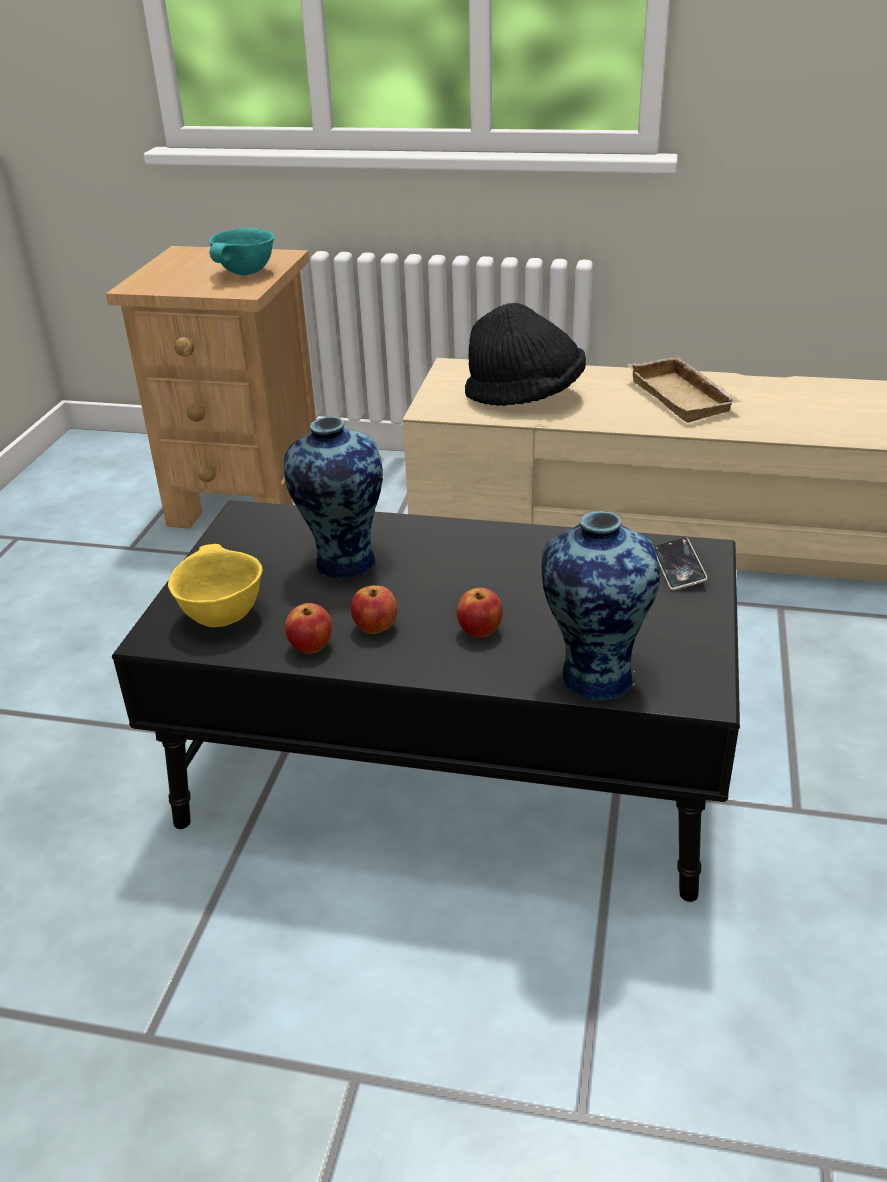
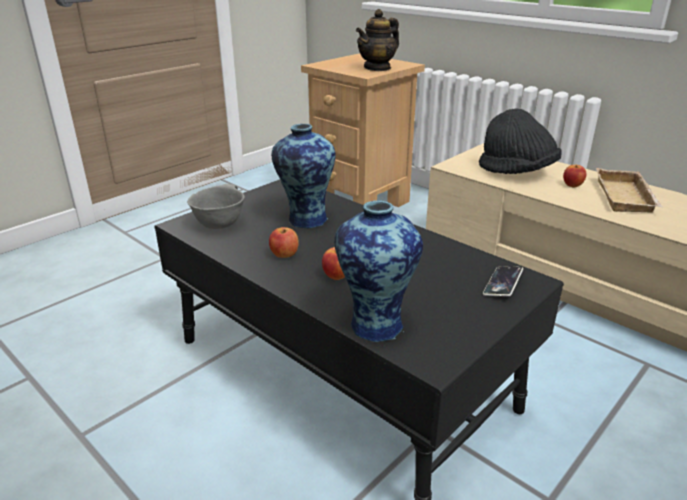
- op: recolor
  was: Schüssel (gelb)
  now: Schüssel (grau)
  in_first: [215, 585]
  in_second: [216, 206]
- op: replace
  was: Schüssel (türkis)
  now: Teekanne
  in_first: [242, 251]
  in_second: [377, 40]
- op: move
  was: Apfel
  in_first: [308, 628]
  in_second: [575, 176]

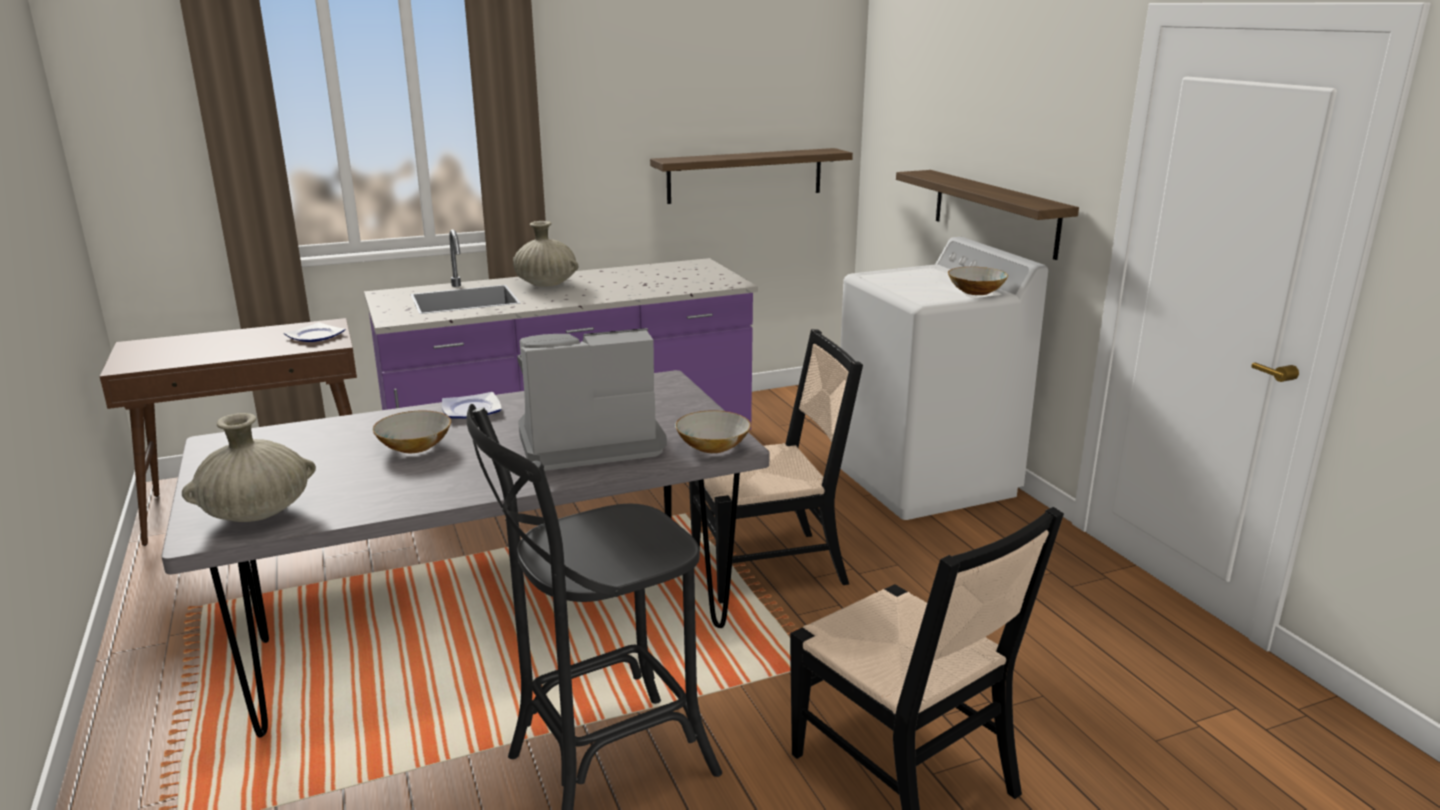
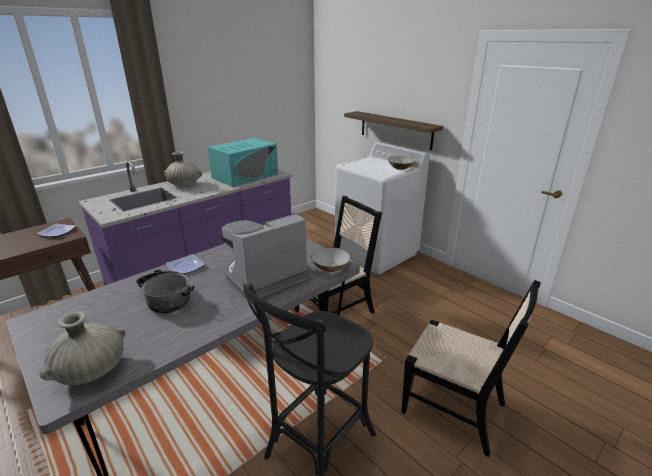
- op: replace
  was: Schüssel
  now: Kochtopf
  in_first: [411, 431]
  in_second: [165, 291]
- op: delete
  was: Wandregal
  in_first: [751, 176]
- op: insert
  now: Mikrowelle (türkis)
  in_second: [242, 162]

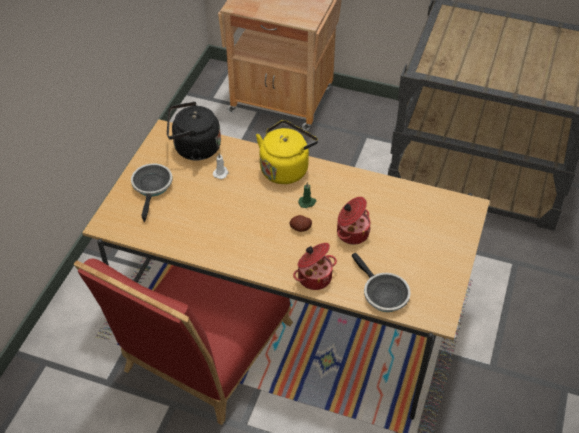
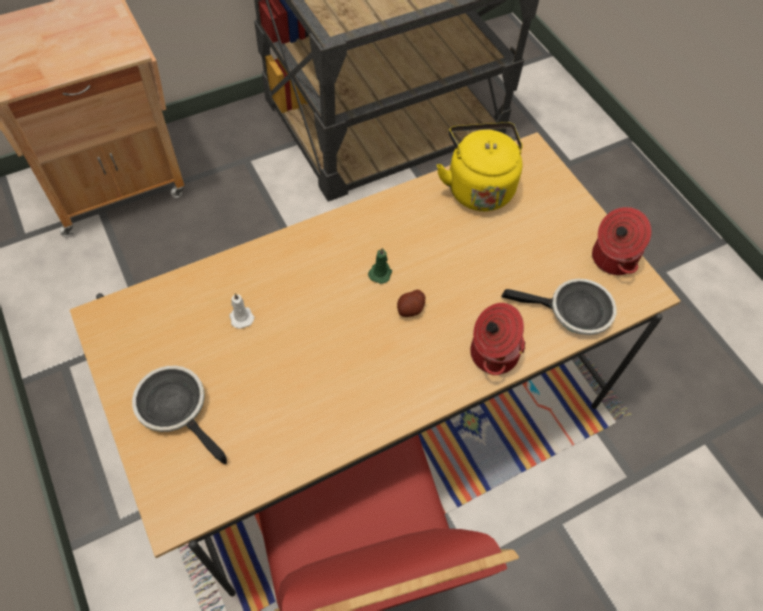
- op: delete
  was: Wasserkessel (schwarz)
  in_first: [194, 131]
- op: move
  was: Wasserkessel (gelb)
  in_first: [287, 152]
  in_second: [480, 166]
- op: move
  was: Kochtopf
  in_first: [354, 220]
  in_second: [622, 241]

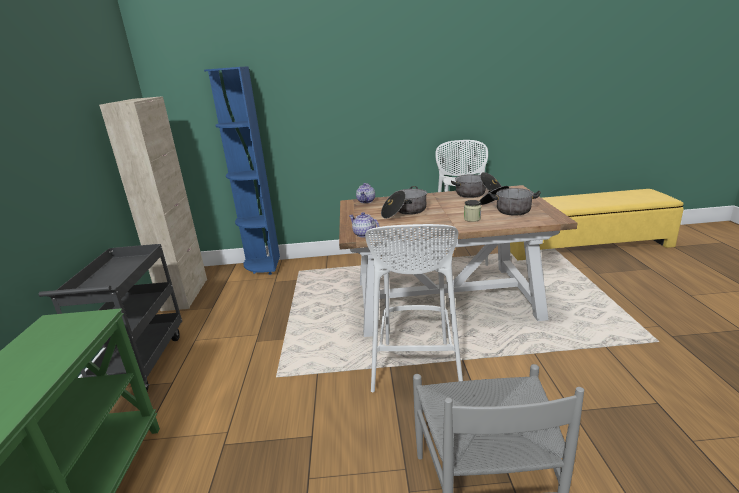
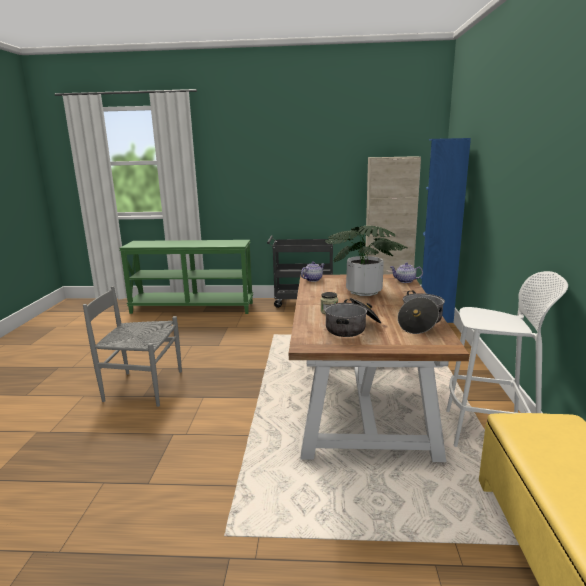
- op: delete
  was: Hocker (weiß)
  in_first: [414, 308]
- op: replace
  was: Kochtopf
  now: Topfpflanze
  in_first: [404, 202]
  in_second: [366, 261]

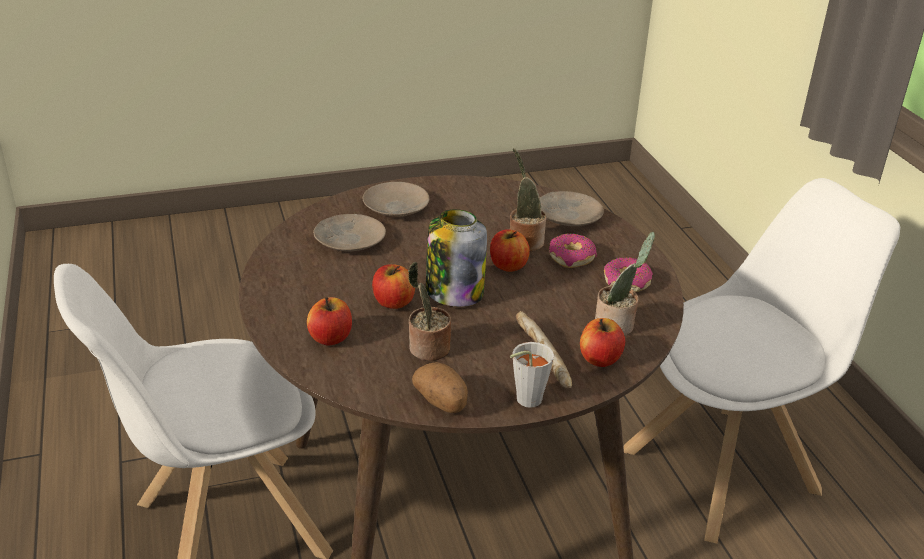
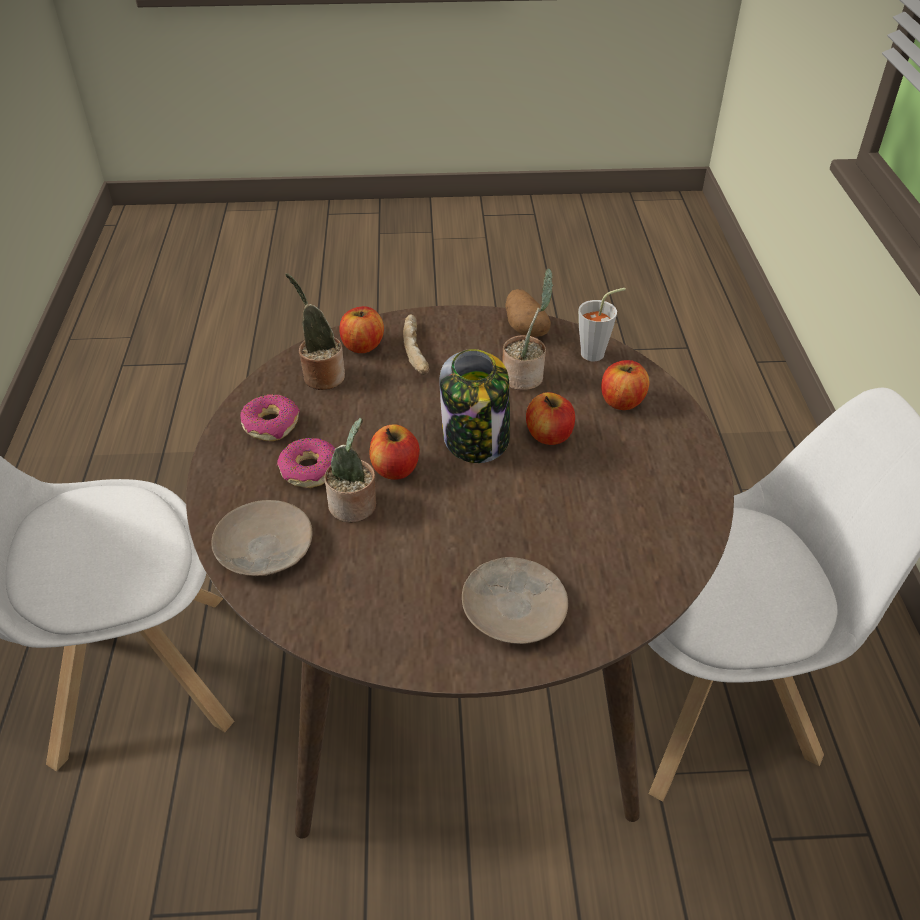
- op: delete
  was: Teller (beige)
  in_first: [349, 233]
- op: move
  was: Tasse (grau)
  in_first: [532, 375]
  in_second: [602, 324]

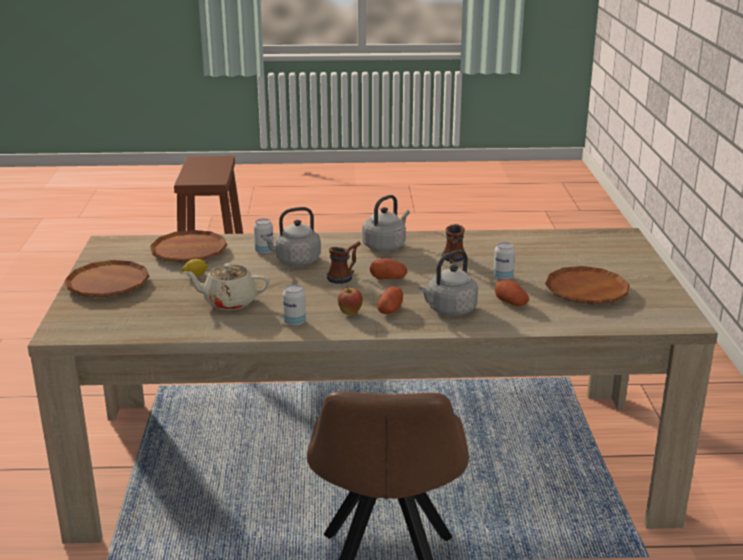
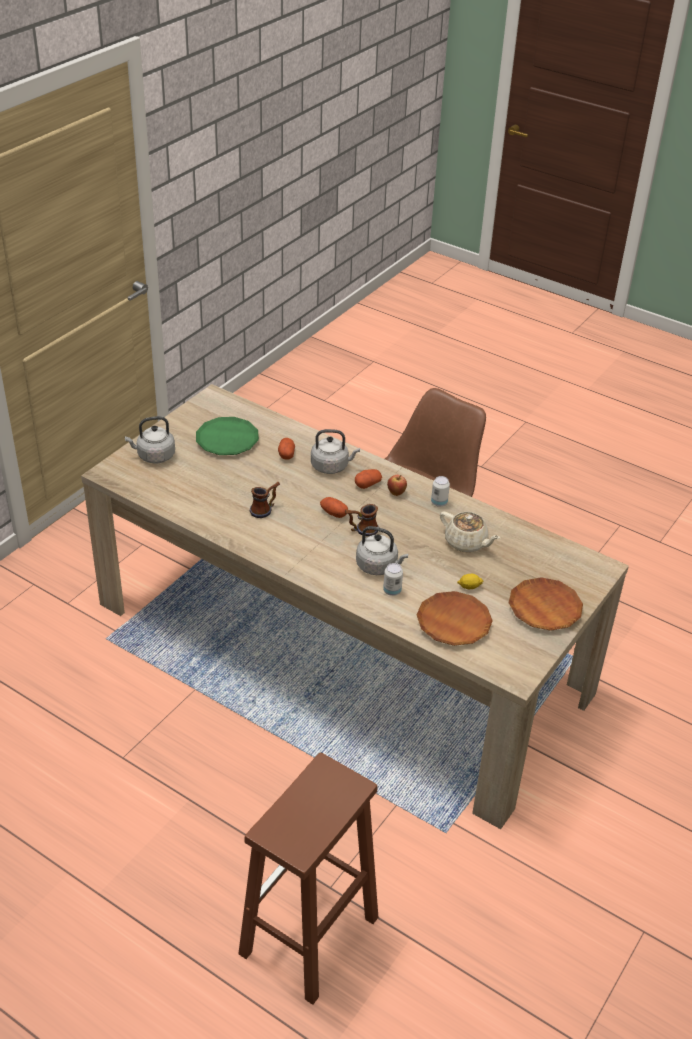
- op: move
  was: Wasserkessel (grau)
  in_first: [386, 223]
  in_second: [150, 439]
- op: delete
  was: Dose
  in_first: [504, 261]
- op: recolor
  was: Teller (braun)
  now: Teller (grün)
  in_first: [587, 285]
  in_second: [227, 436]

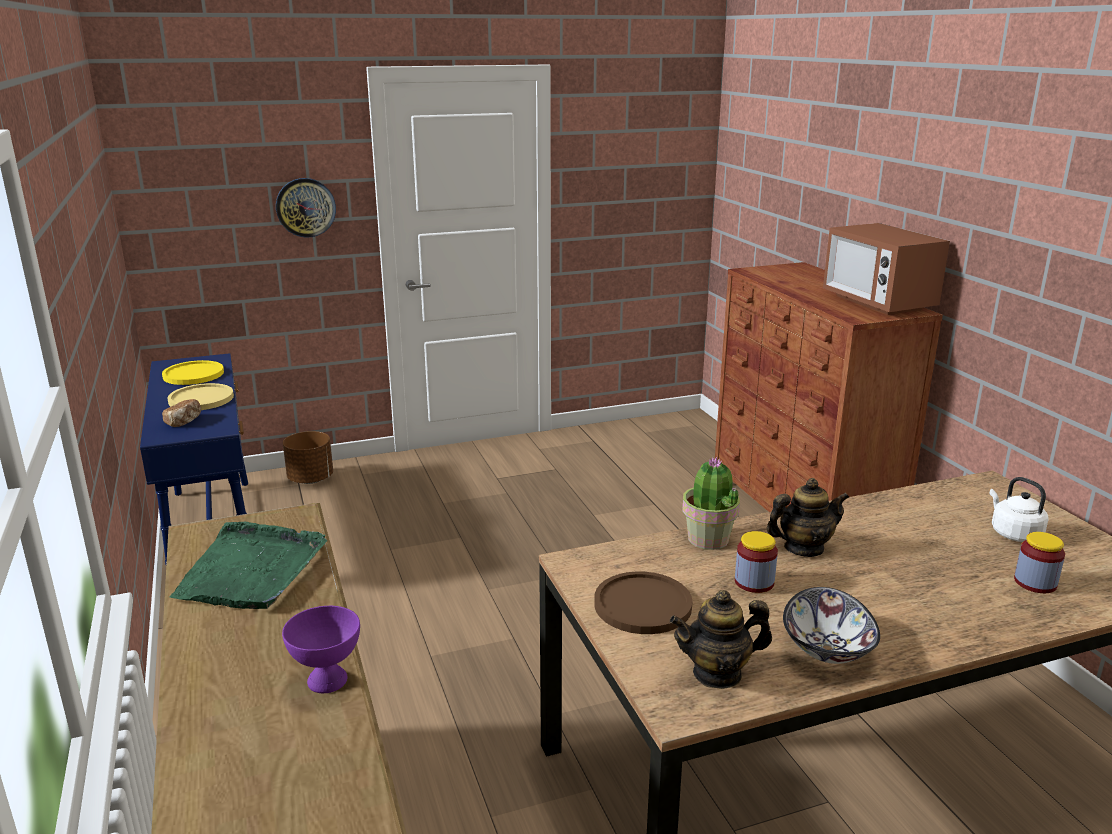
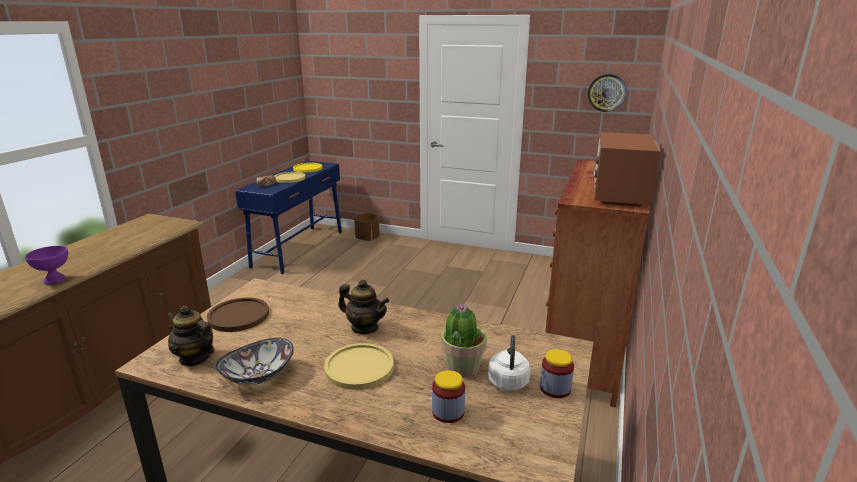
- op: delete
  was: Tablett (grün)
  in_first: [248, 565]
- op: move
  was: Wanduhr
  in_first: [306, 208]
  in_second: [607, 93]
- op: move
  was: Topfpflanze
  in_first: [711, 503]
  in_second: [464, 340]
- op: move
  was: Vorratsglas
  in_first: [756, 562]
  in_second: [557, 373]
- op: insert
  now: Teller (gelb)
  in_second: [359, 366]

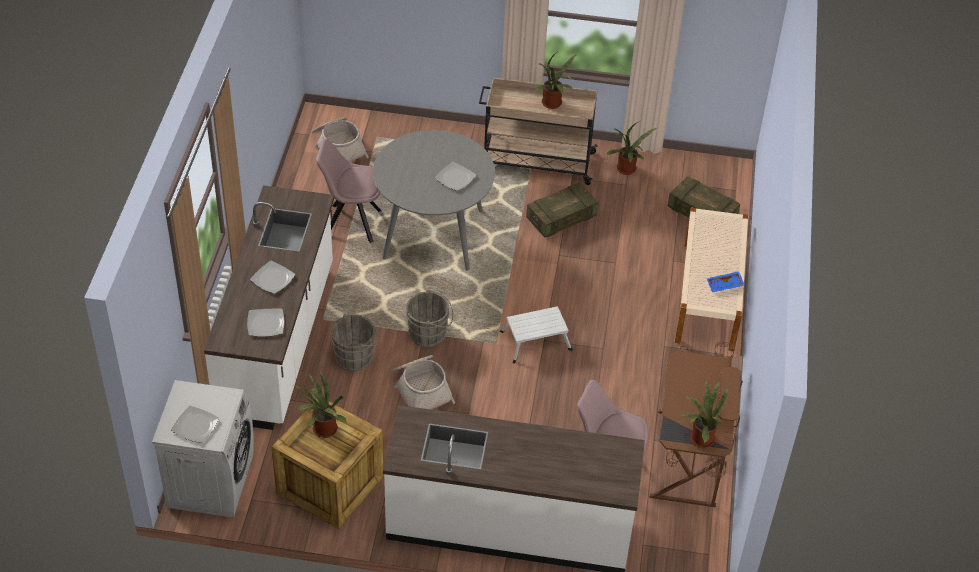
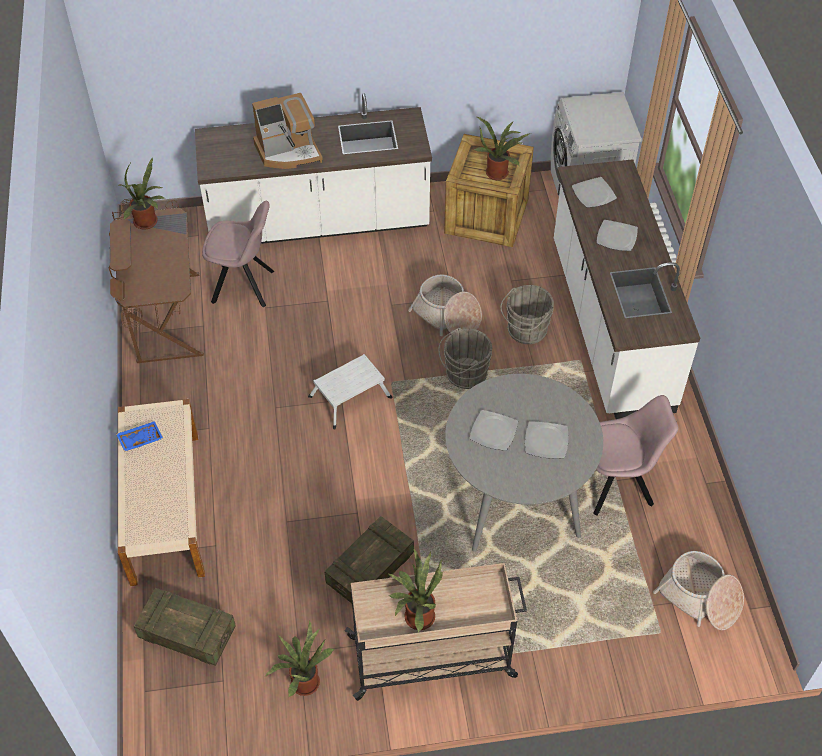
- op: move
  was: Teller
  in_first: [195, 424]
  in_second: [546, 440]
- op: insert
  now: Kaffeemaschine
  in_second: [287, 131]

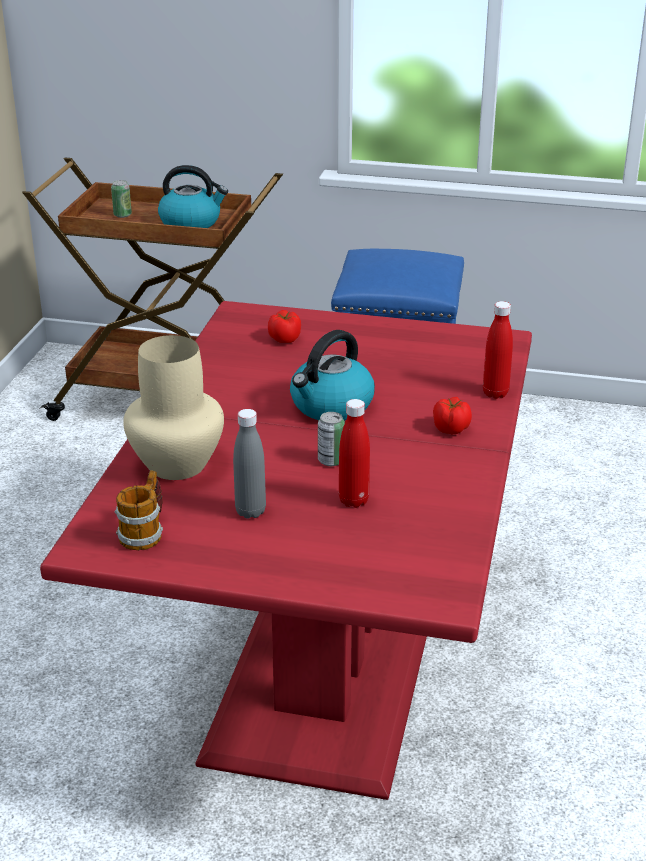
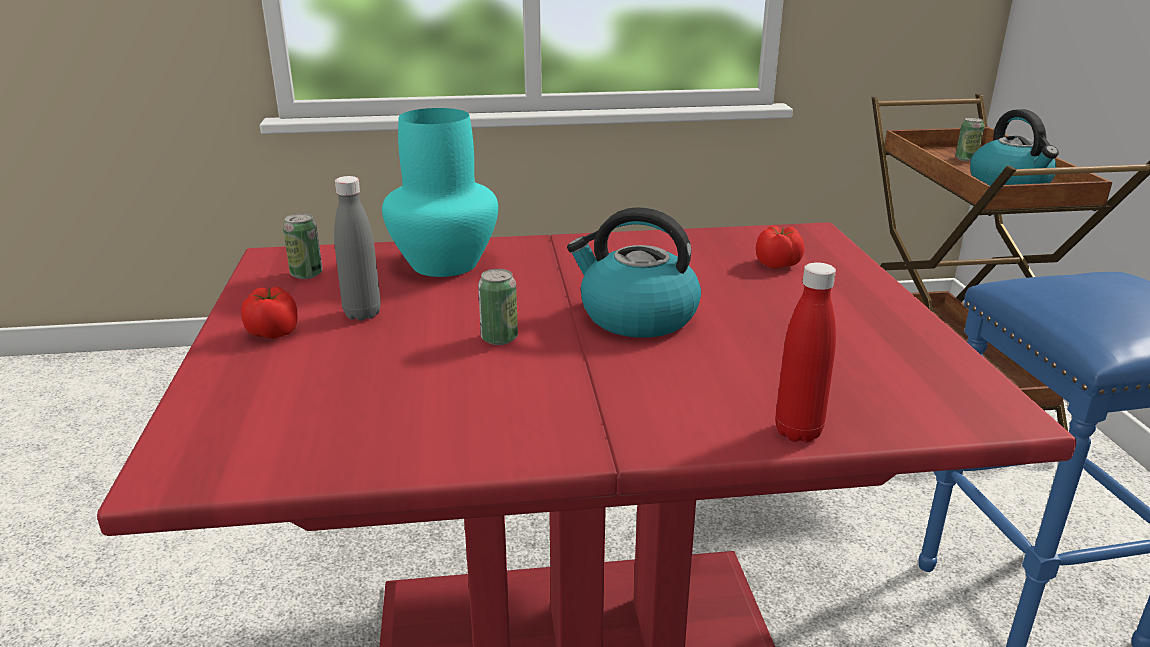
- op: replace
  was: Henkelbecher
  now: Dose
  in_first: [139, 510]
  in_second: [303, 246]
- op: recolor
  was: Vase (beige)
  now: Vase (türkis)
  in_first: [173, 407]
  in_second: [440, 192]
- op: delete
  was: Flasche (rot)
  in_first: [354, 453]
- op: move
  was: Tomate
  in_first: [452, 415]
  in_second: [269, 313]

